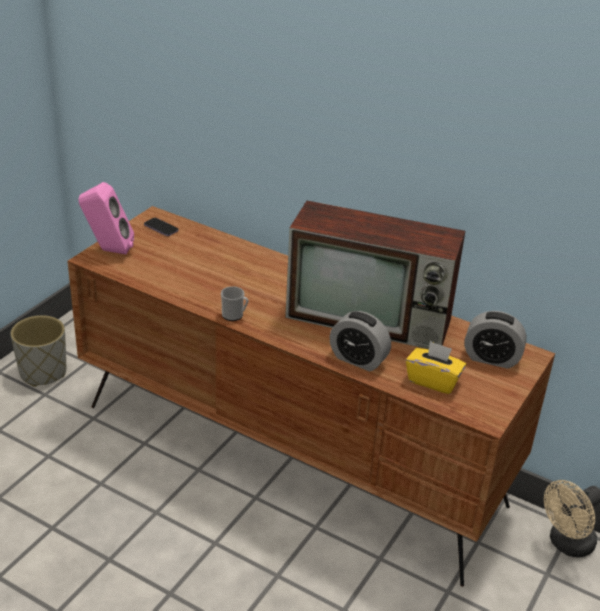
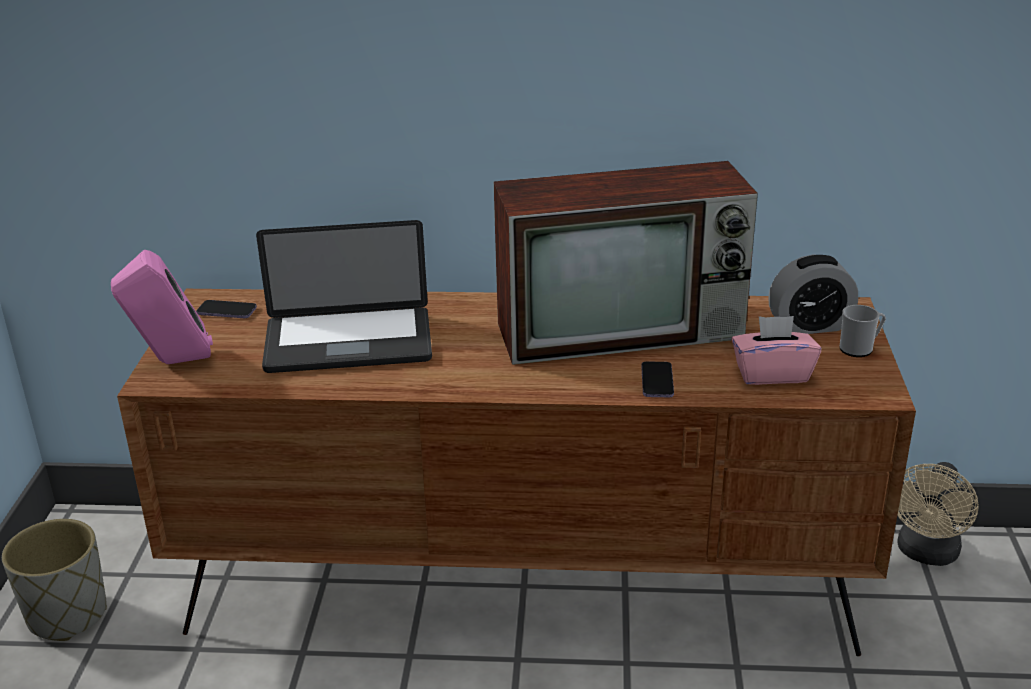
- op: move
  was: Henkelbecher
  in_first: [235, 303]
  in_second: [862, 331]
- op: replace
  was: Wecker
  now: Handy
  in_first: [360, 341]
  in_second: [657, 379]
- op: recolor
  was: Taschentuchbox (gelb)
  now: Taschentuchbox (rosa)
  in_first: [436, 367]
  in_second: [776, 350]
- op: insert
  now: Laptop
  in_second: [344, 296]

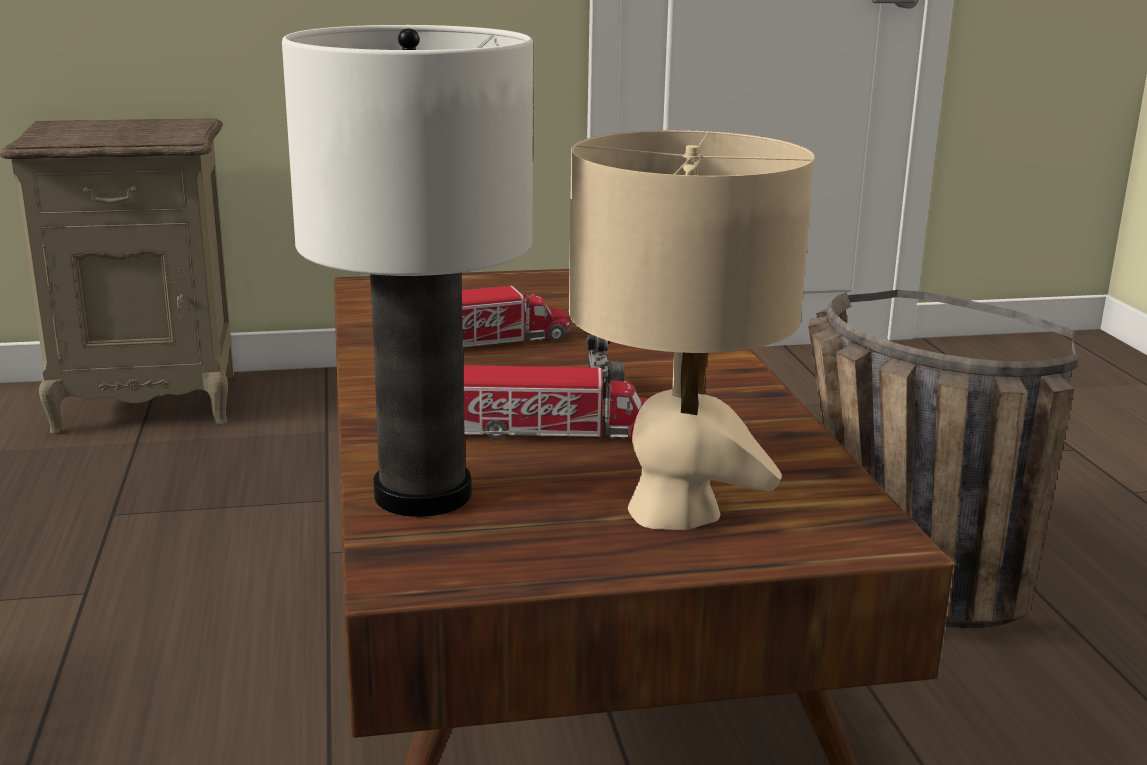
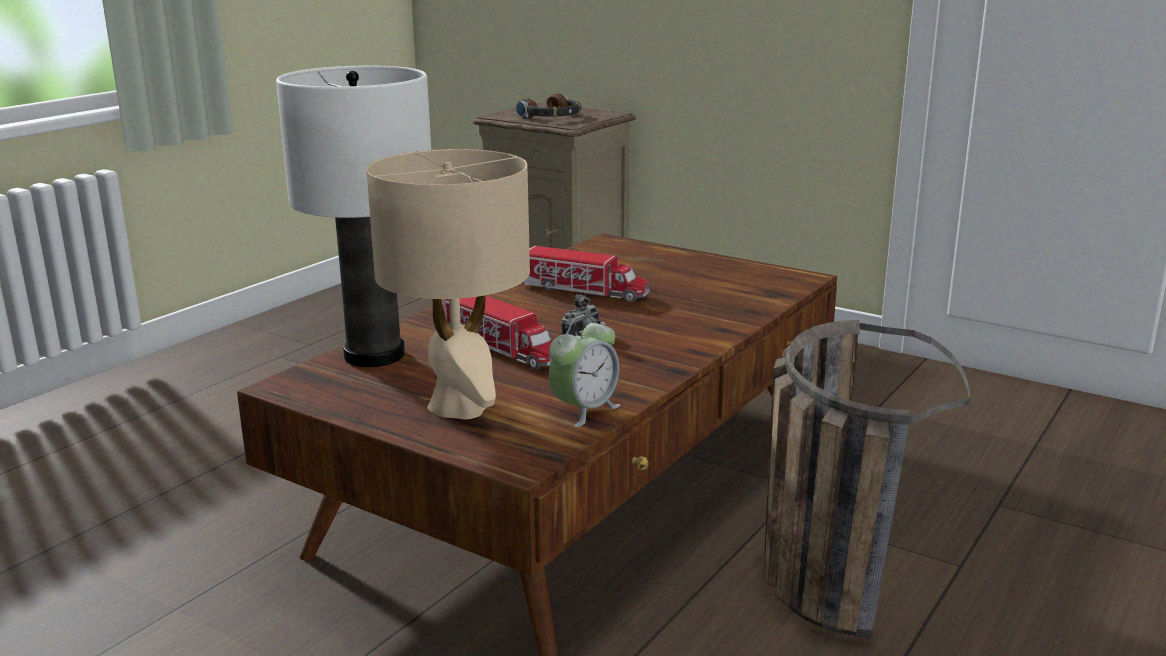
- op: insert
  now: Kopfhörer
  in_second: [548, 106]
- op: insert
  now: Wecker
  in_second: [585, 371]

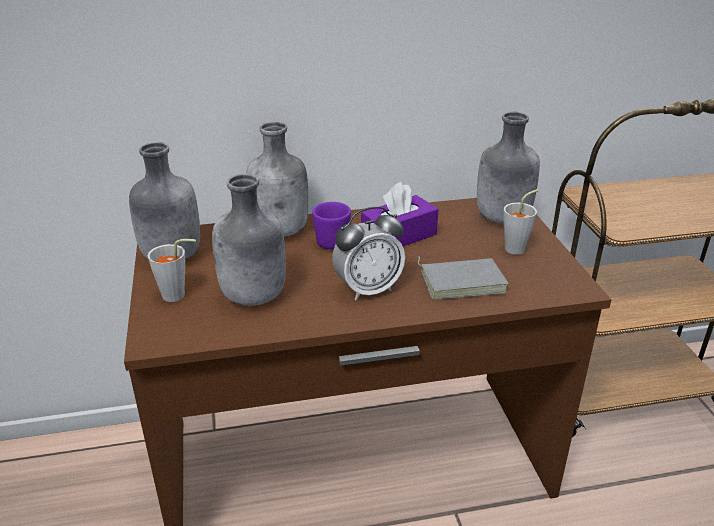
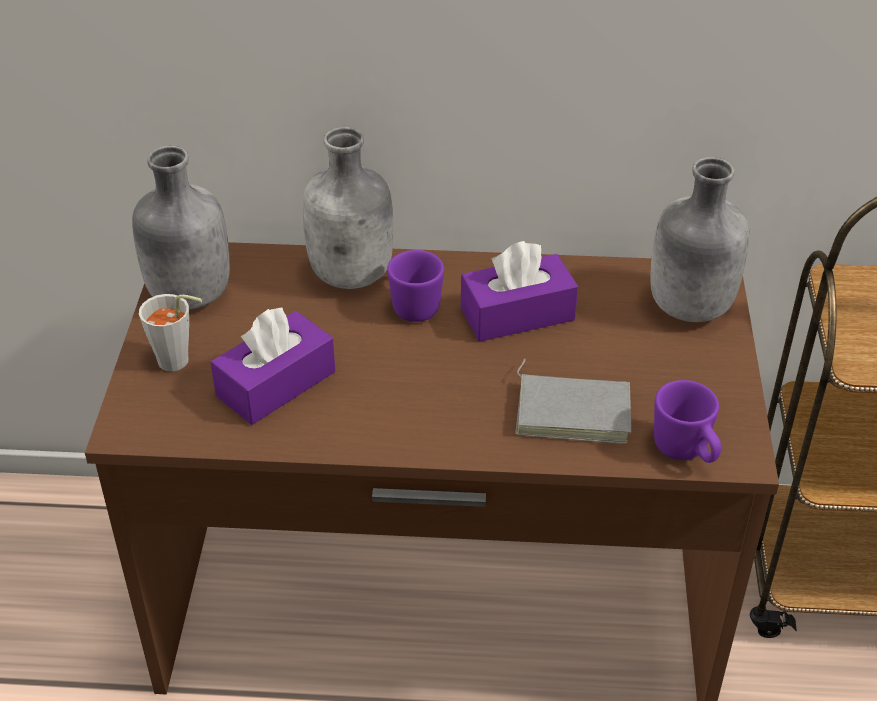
- op: replace
  was: Flasche (grau)
  now: Taschentuchbox (lila)
  in_first: [249, 240]
  in_second: [272, 366]
- op: delete
  was: Wecker
  in_first: [368, 253]
- op: delete
  was: Tasse (grau)
  in_first: [521, 222]
- op: insert
  now: Henkelbecher (lila)
  in_second: [687, 421]

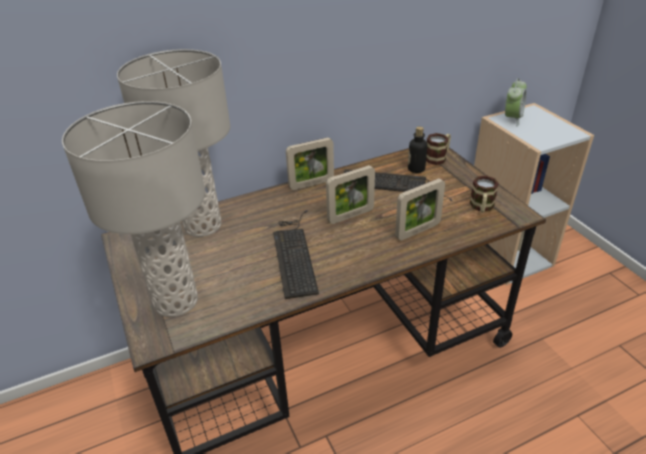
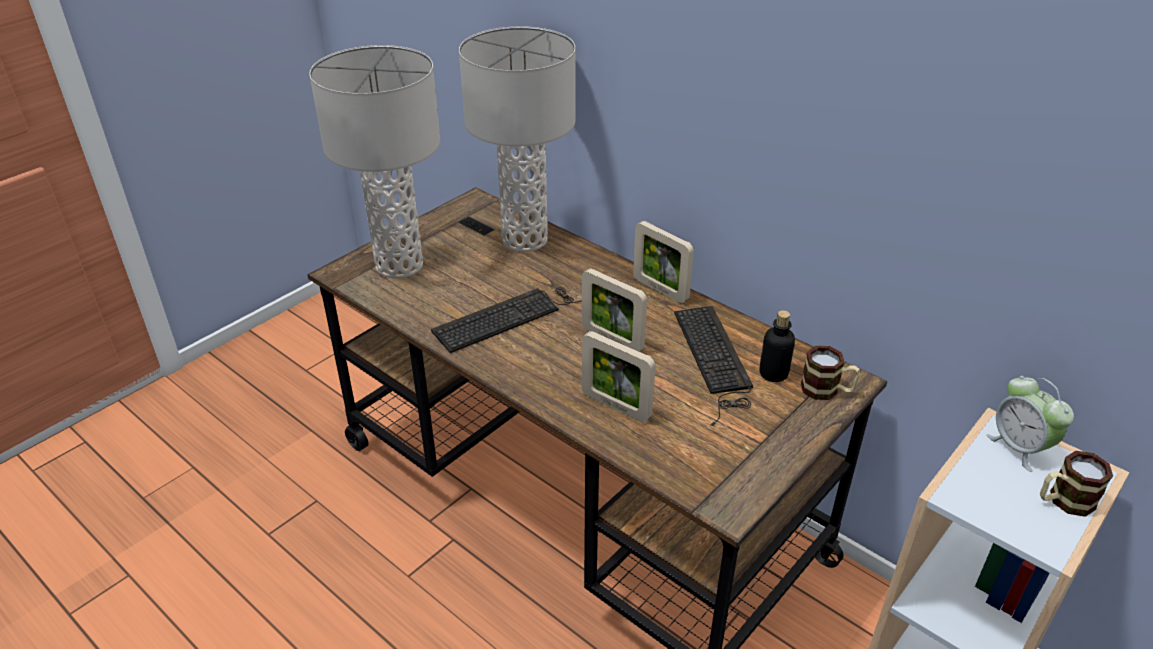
- op: move
  was: Henkelbecher
  in_first: [484, 194]
  in_second: [1076, 484]
- op: rotate
  was: Wecker
  in_first: [515, 102]
  in_second: [1030, 424]
  clockwise: 60

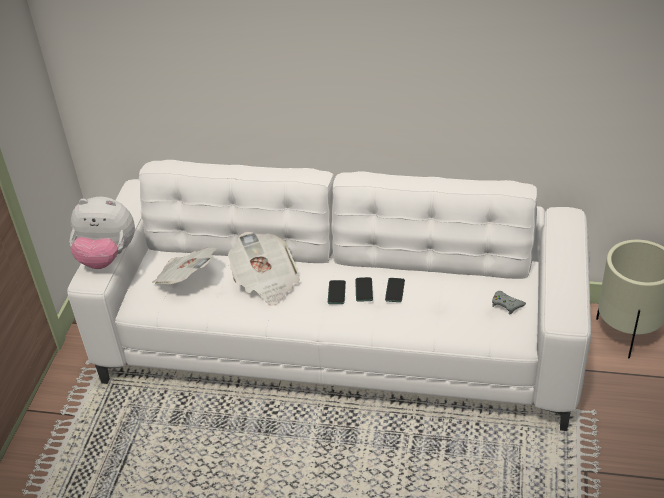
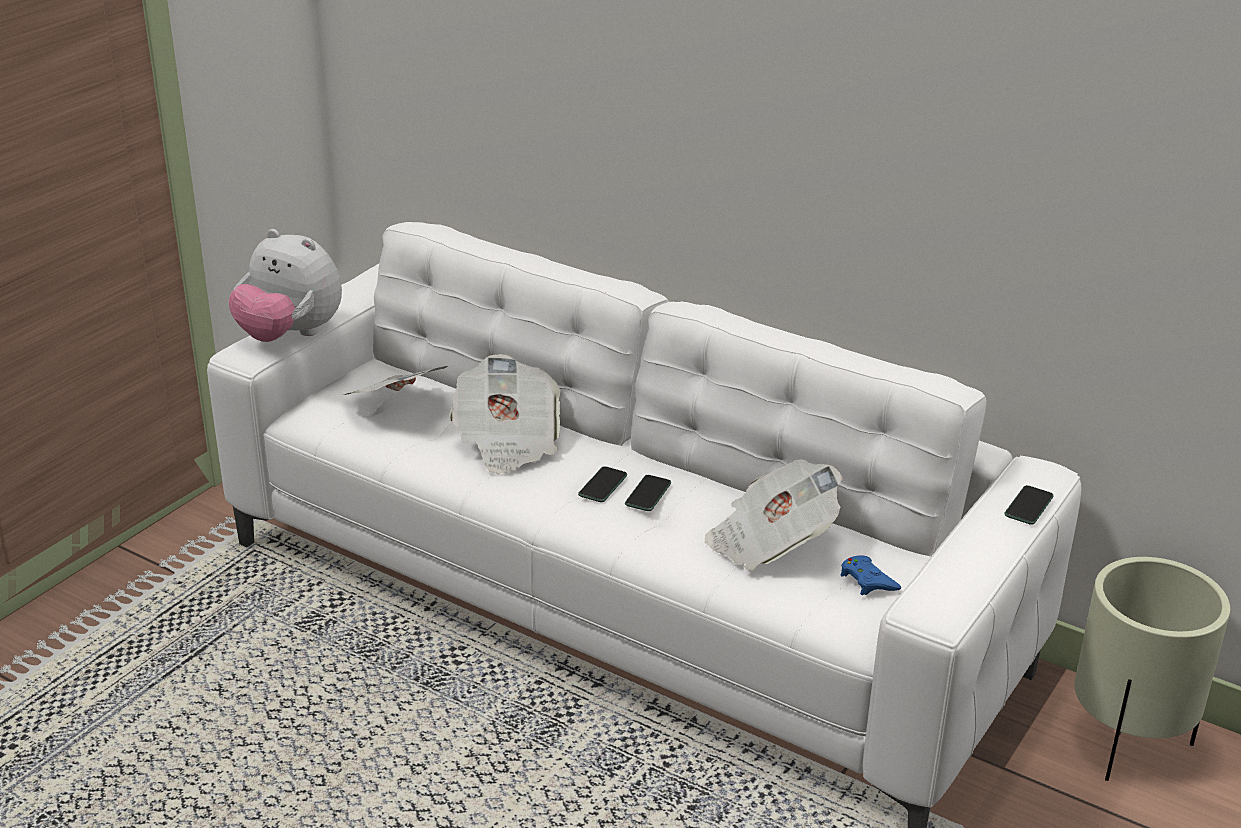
- op: move
  was: Handy
  in_first: [395, 290]
  in_second: [1029, 505]
- op: recolor
  was: Gamepad (grau)
  now: Gamepad (blau)
  in_first: [509, 303]
  in_second: [871, 575]
- op: insert
  now: Zeitung
  in_second: [774, 515]

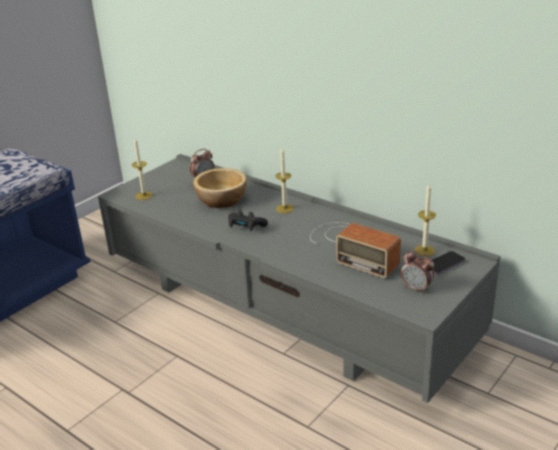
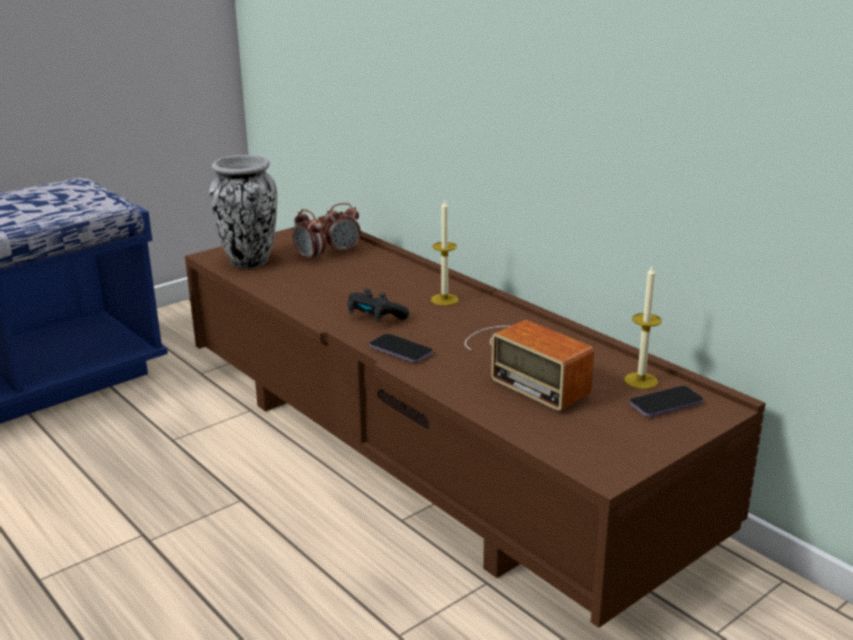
- op: recolor
  was: Fernsehschrank (grau)
  now: Fernsehschrank (braun)
  in_first: [299, 278]
  in_second: [475, 422]
- op: replace
  was: Kerze
  now: Vase
  in_first: [142, 169]
  in_second: [243, 212]
- op: delete
  was: Schüssel
  in_first: [220, 188]
- op: move
  was: Wecker
  in_first: [417, 272]
  in_second: [309, 236]
- op: insert
  now: Handy
  in_second: [401, 348]

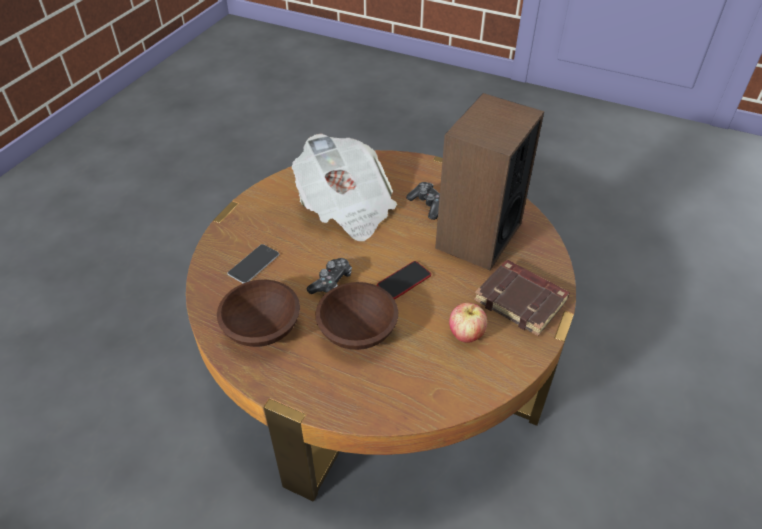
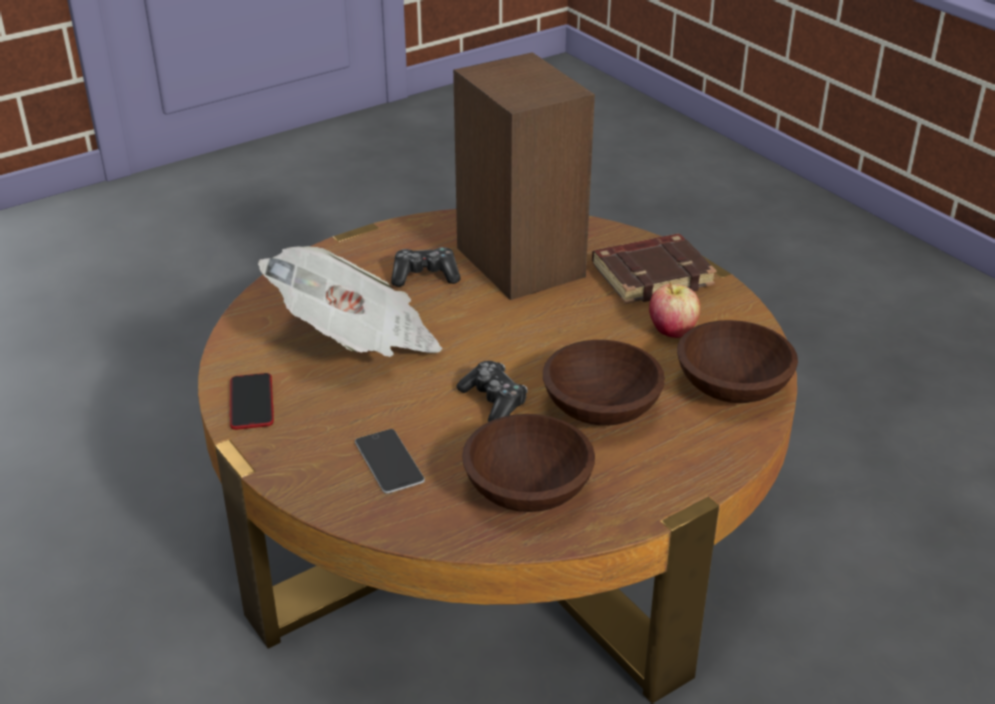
- op: move
  was: Handy
  in_first: [404, 280]
  in_second: [252, 401]
- op: insert
  now: Schüssel (braun)
  in_second: [737, 361]

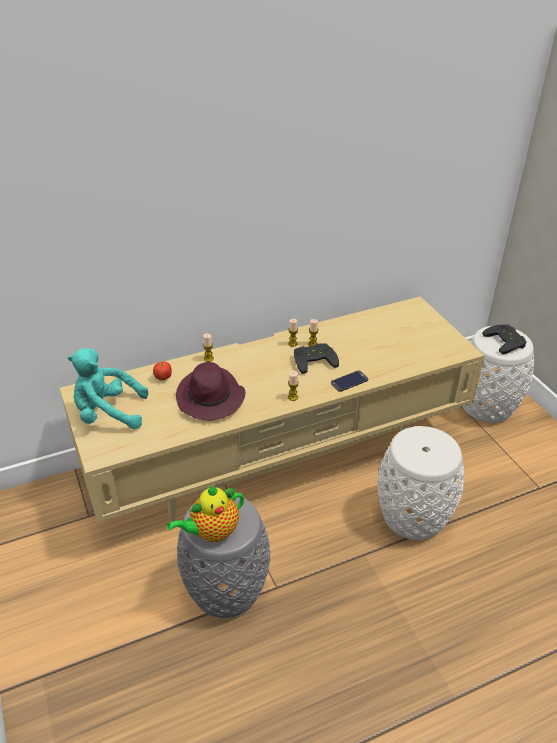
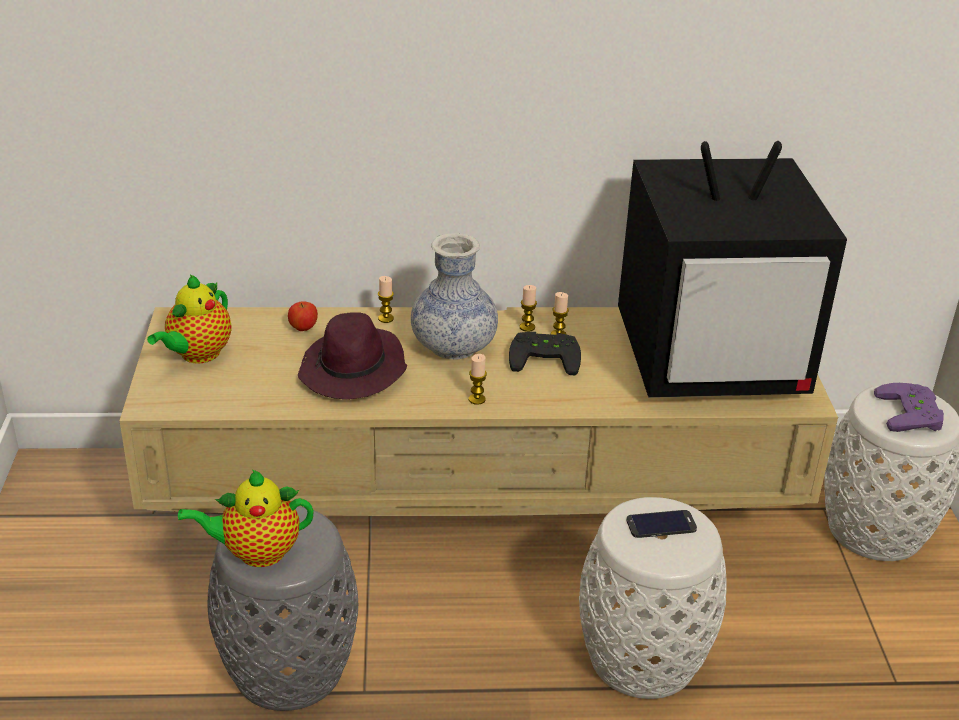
- op: replace
  was: Plüschtier (türkis)
  now: Teekanne
  in_first: [108, 388]
  in_second: [189, 319]
- op: move
  was: Handy
  in_first: [350, 381]
  in_second: [661, 524]
- op: recolor
  was: Gamepad (schwarz)
  now: Gamepad (lila)
  in_first: [504, 339]
  in_second: [909, 407]
- op: insert
  now: Vase
  in_second: [454, 296]
- op: insert
  now: Fernseher
  in_second: [732, 269]

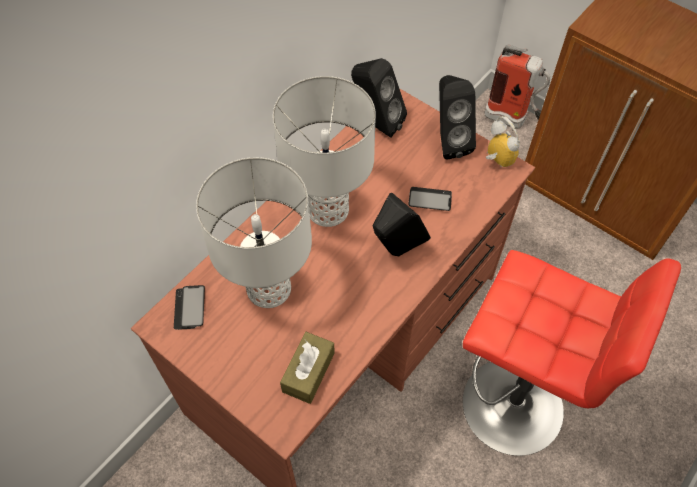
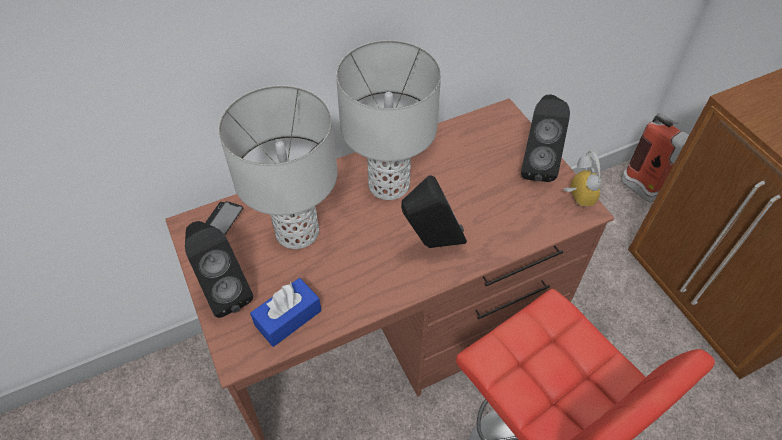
- op: recolor
  was: Taschentuchbox (braun)
  now: Taschentuchbox (blau)
  in_first: [307, 368]
  in_second: [285, 312]
- op: move
  was: Lautsprecher (schwarz)
  in_first: [379, 98]
  in_second: [219, 269]
- op: delete
  was: Handy
  in_first: [430, 199]

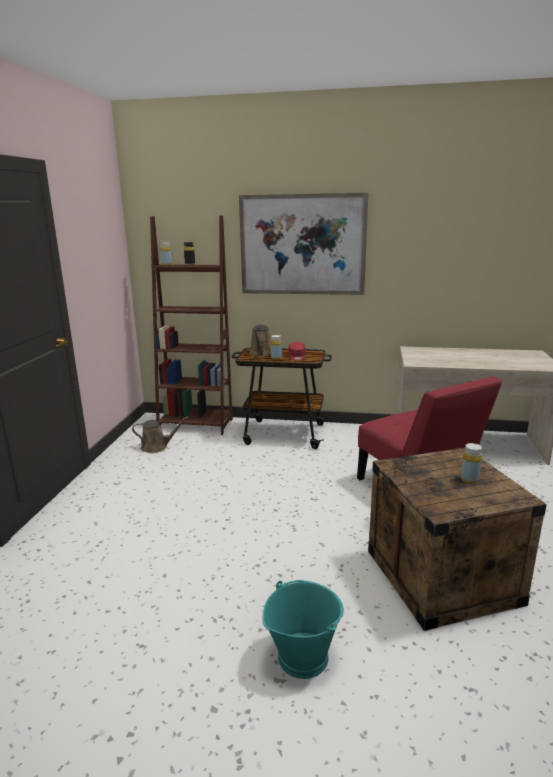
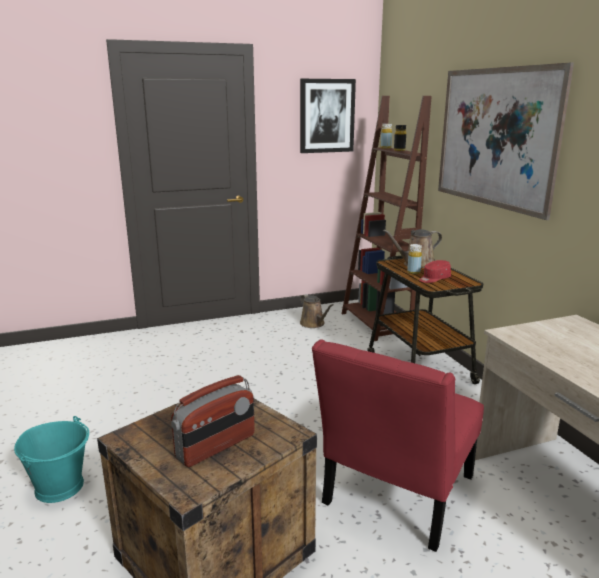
- op: replace
  was: Flasche (gelb)
  now: Radio
  in_first: [471, 463]
  in_second: [213, 421]
- op: insert
  now: Bild
  in_second: [328, 116]

